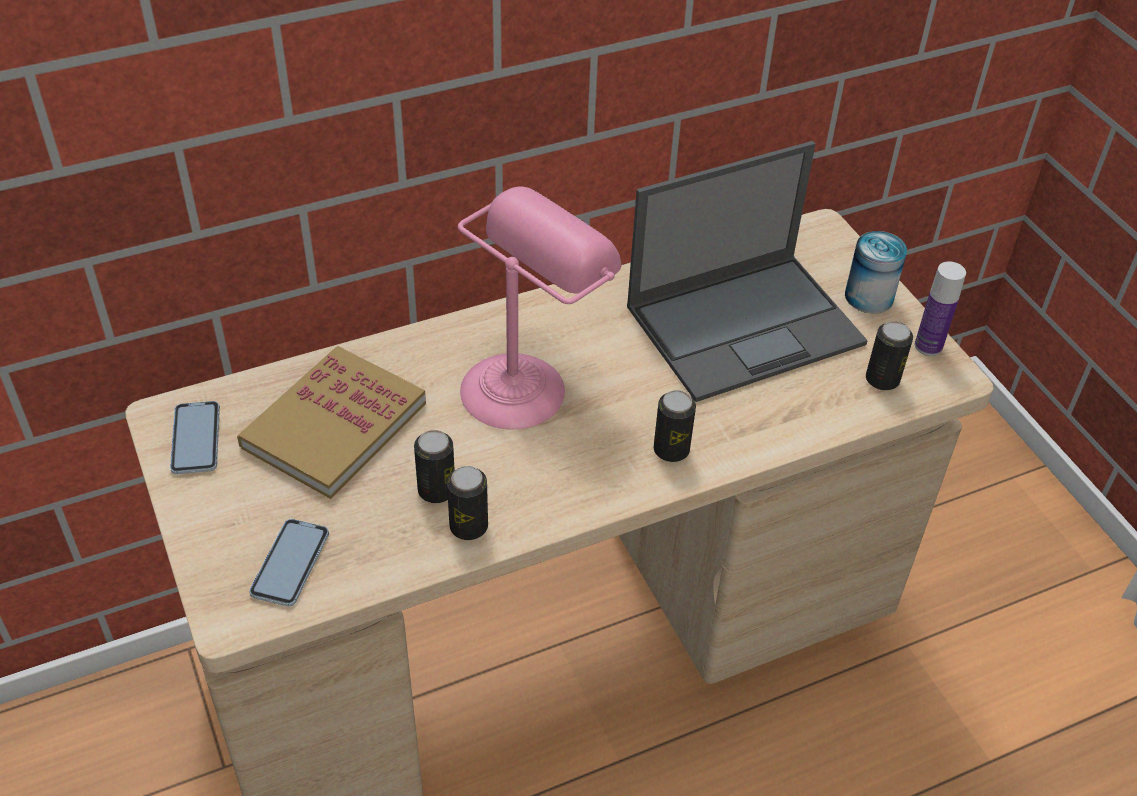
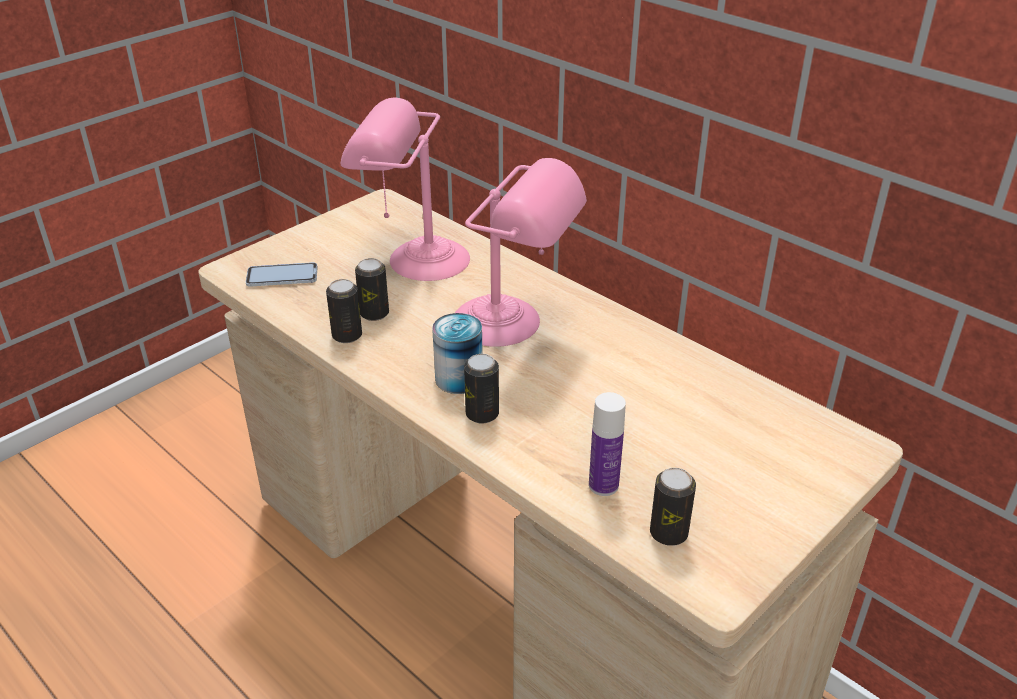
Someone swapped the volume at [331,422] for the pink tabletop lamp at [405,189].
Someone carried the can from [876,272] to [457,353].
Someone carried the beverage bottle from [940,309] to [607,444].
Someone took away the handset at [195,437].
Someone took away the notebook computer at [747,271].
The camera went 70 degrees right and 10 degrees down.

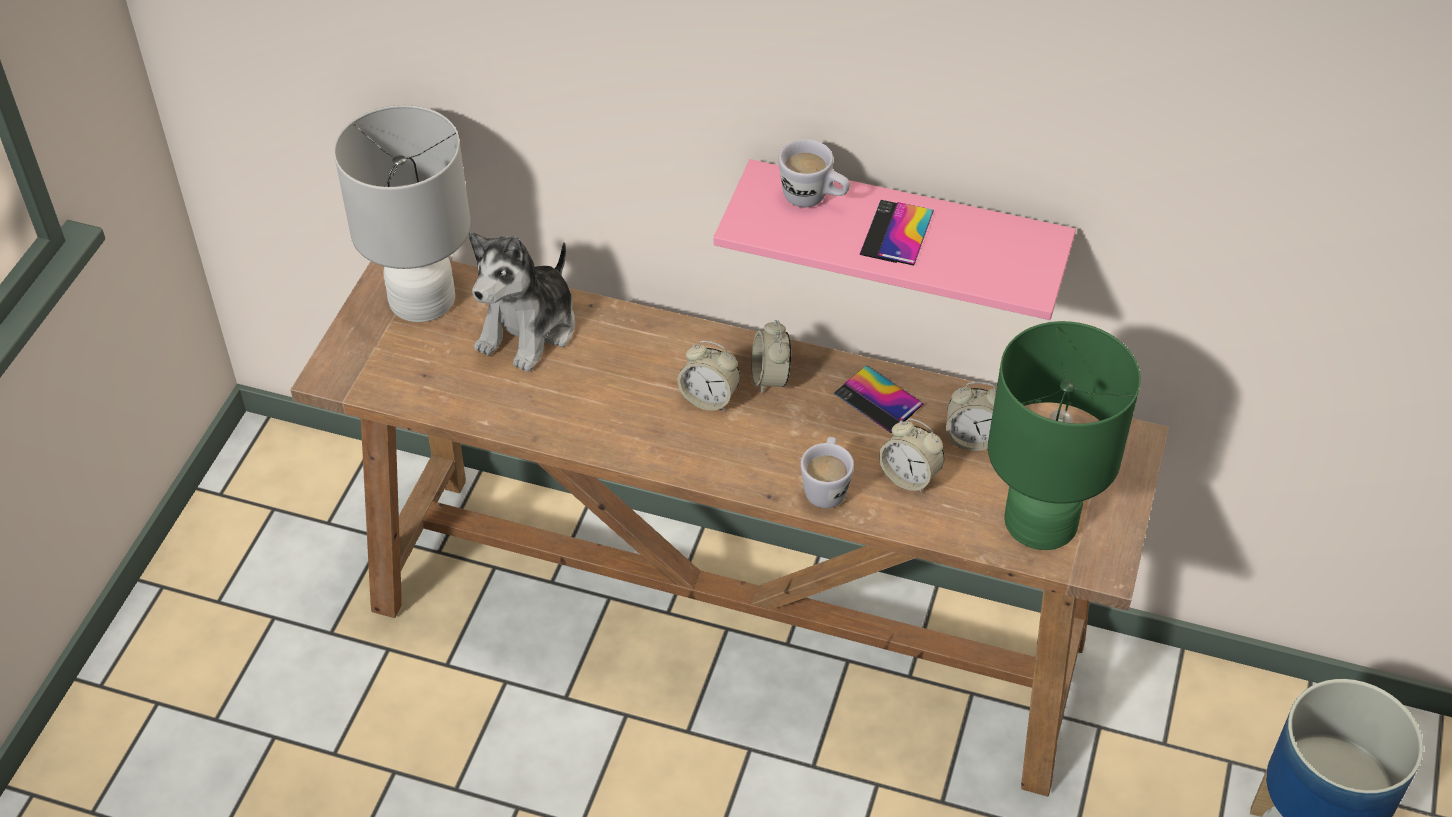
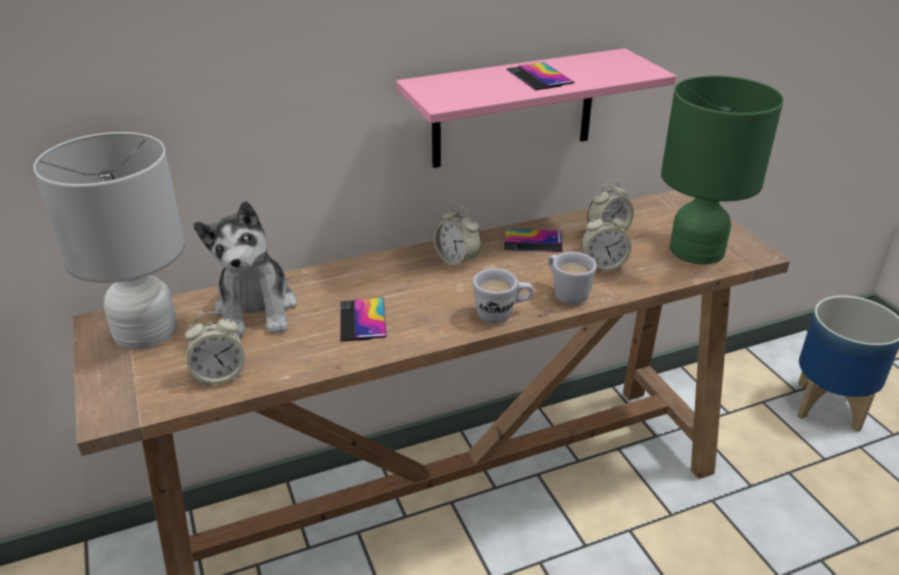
Someone carried the alarm clock from [709,376] to [215,349].
Someone put down the handset at [363,320].
Someone carried the white-coloured mug from [814,173] to [503,296].
The camera went 40 degrees left and 15 degrees down.

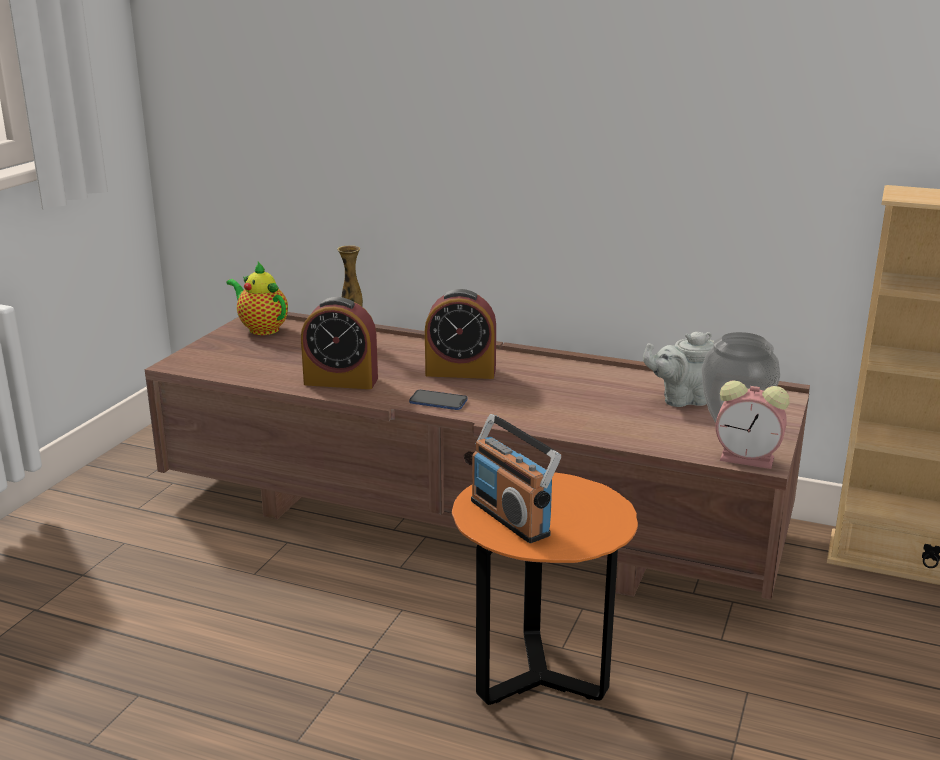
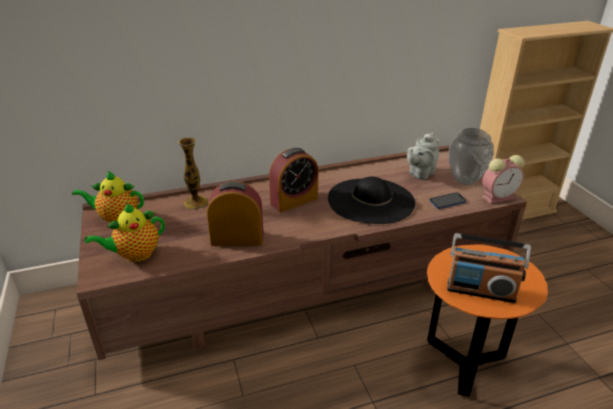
Someone put down the tea pot at [124,232].
Someone rotated the alarm clock at [339,343] by 150 degrees counterclockwise.
Someone put down the black hat at [371,200].
Someone carried the handset from [438,400] to [448,200].
The camera went 40 degrees left and 10 degrees up.

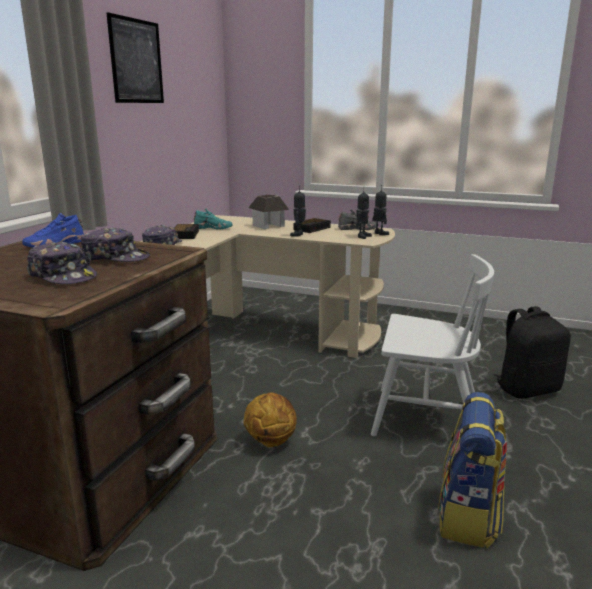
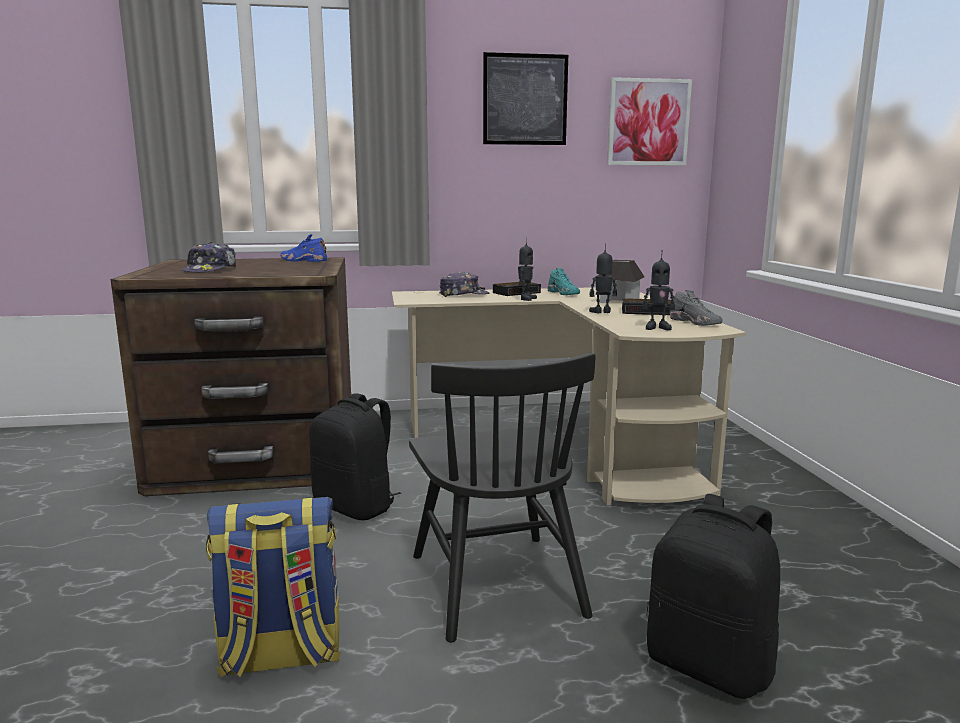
Someone swapped the ball for basketball at [270,420] for the black knapsack at [355,456].
Someone repainted the white-coloured upright chair at [432,345], which became the black upright chair at [502,498].
Someone carried the model robot from [380,210] to [527,269].
Someone put up the picture at [649,121].
Someone took away the baseball cap at [115,245].
The camera went 60 degrees right and 5 degrees down.

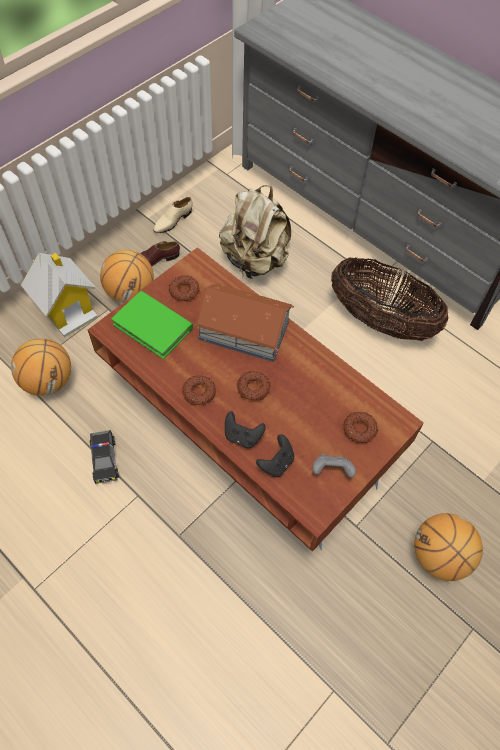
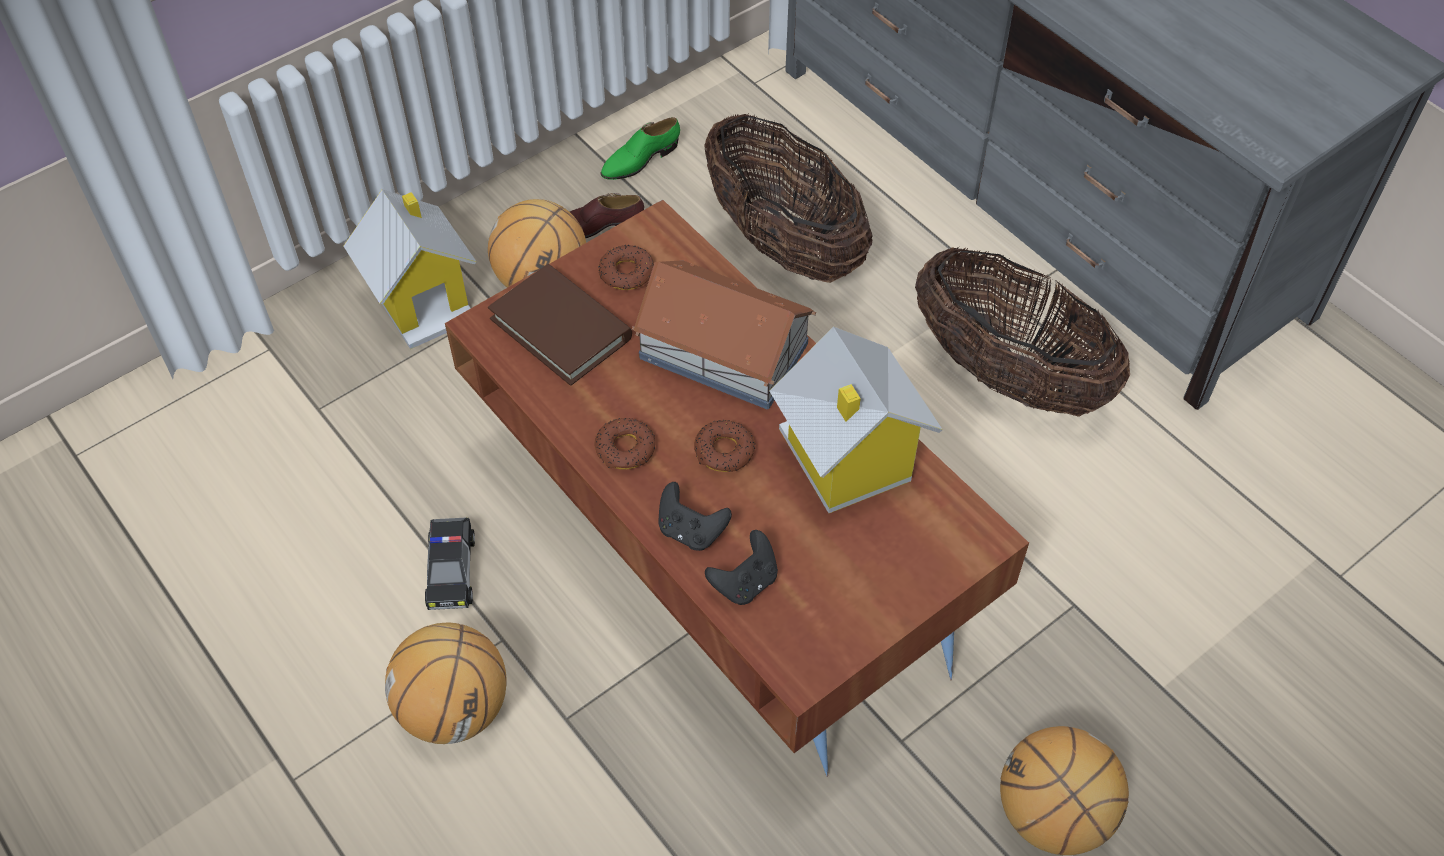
Someone carried the ball for basketball from [41,367] to [446,683].
Someone repainted the green volume at [152,325], which became the brownish volume at [560,325].
Someone repainted the beige item of footwear at [173,215], which became the green item of footwear at [640,148].
Someone swapped the beige knapsack at [255,232] for the household basket at [788,198].
Someone put down the toy house at [856,420].
Someone took away the greyish gamepad at [334,466].
Someone took away the ring doughnut at [360,427].
The camera went 10 degrees right and 5 degrees down.

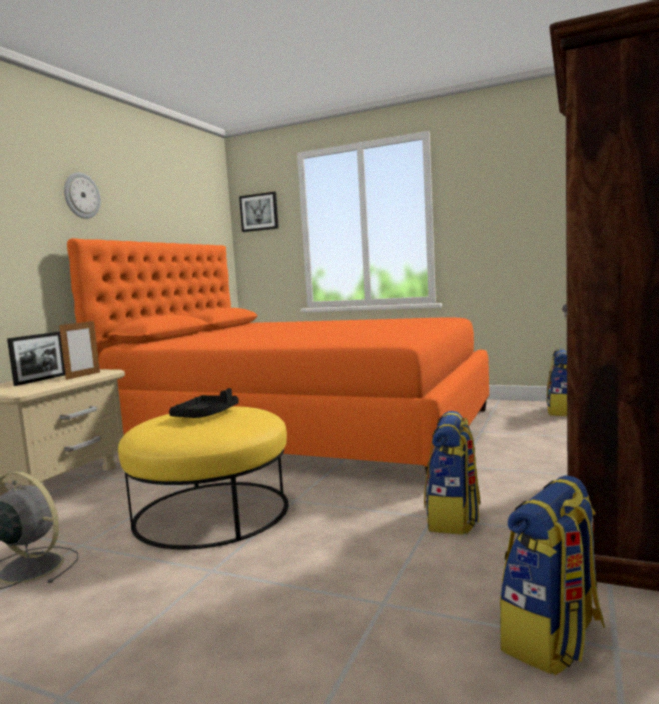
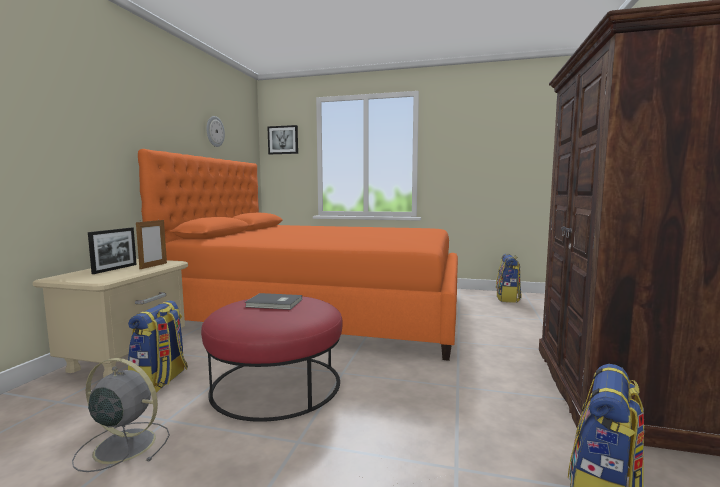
Someone carried the knapsack from [452,473] to [158,347].
Someone repainted the yellow-coloured pouffe at [203,477], which became the red-coloured pouffe at [272,359].
Someone carried the hanging clock from [82,195] to [215,131].
Someone swapped the black carrying tray at [204,403] for the greyish volume at [273,301].
The camera went 10 degrees left and 0 degrees up.

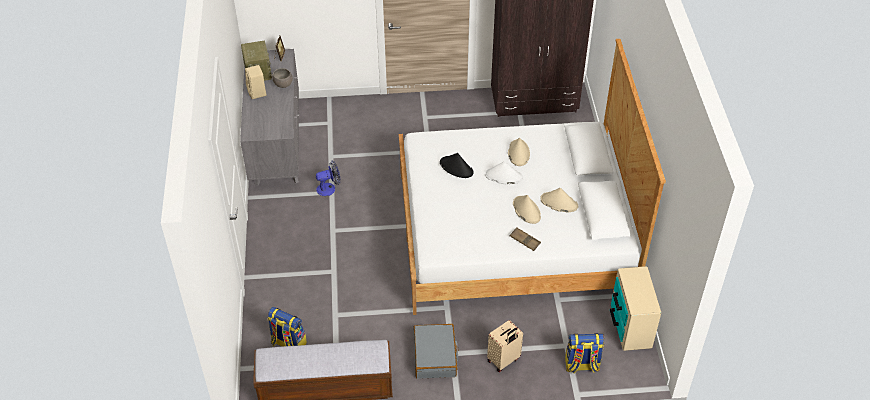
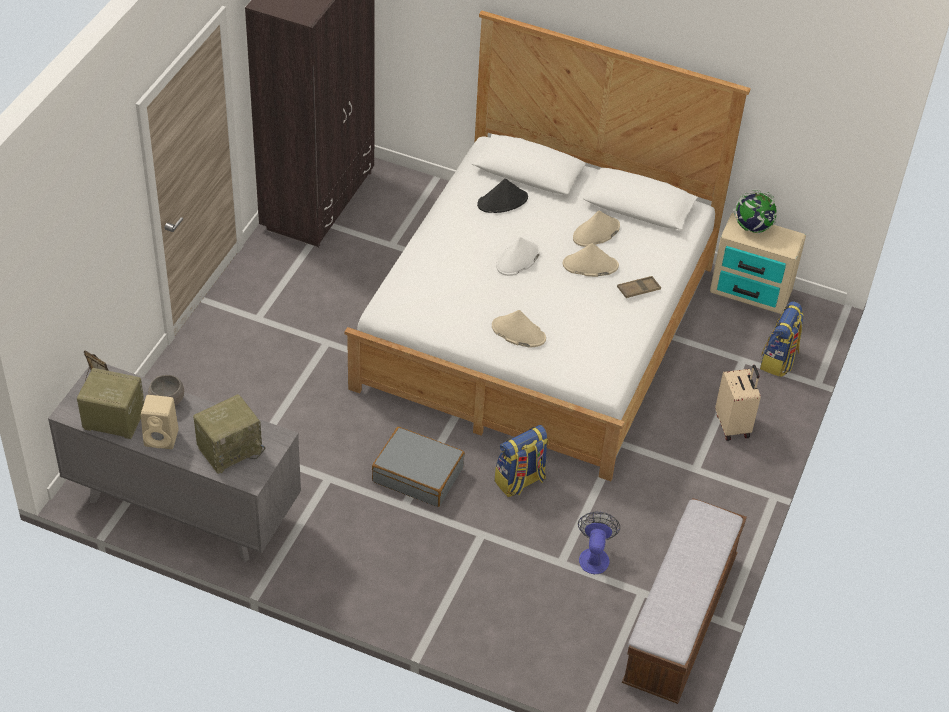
Someone put down the radio set at [229,434].
Someone carried the greyish piece of luggage from [436,351] to [418,467].
Someone carried the black hat from [456,165] to [502,195].
Someone carried the beige hat from [519,152] to [519,328].
Someone carried the knapsack from [287,327] to [522,461].
Someone carried the electric fan from [328,178] to [599,543].
Someone put down the world globe at [755,211].
The camera went 65 degrees left and 0 degrees up.

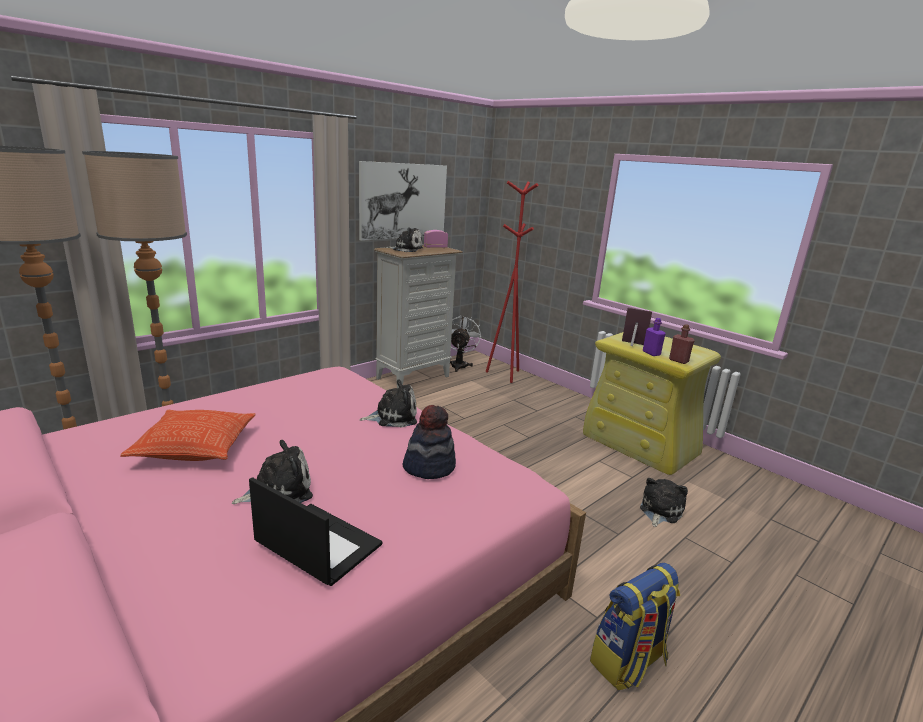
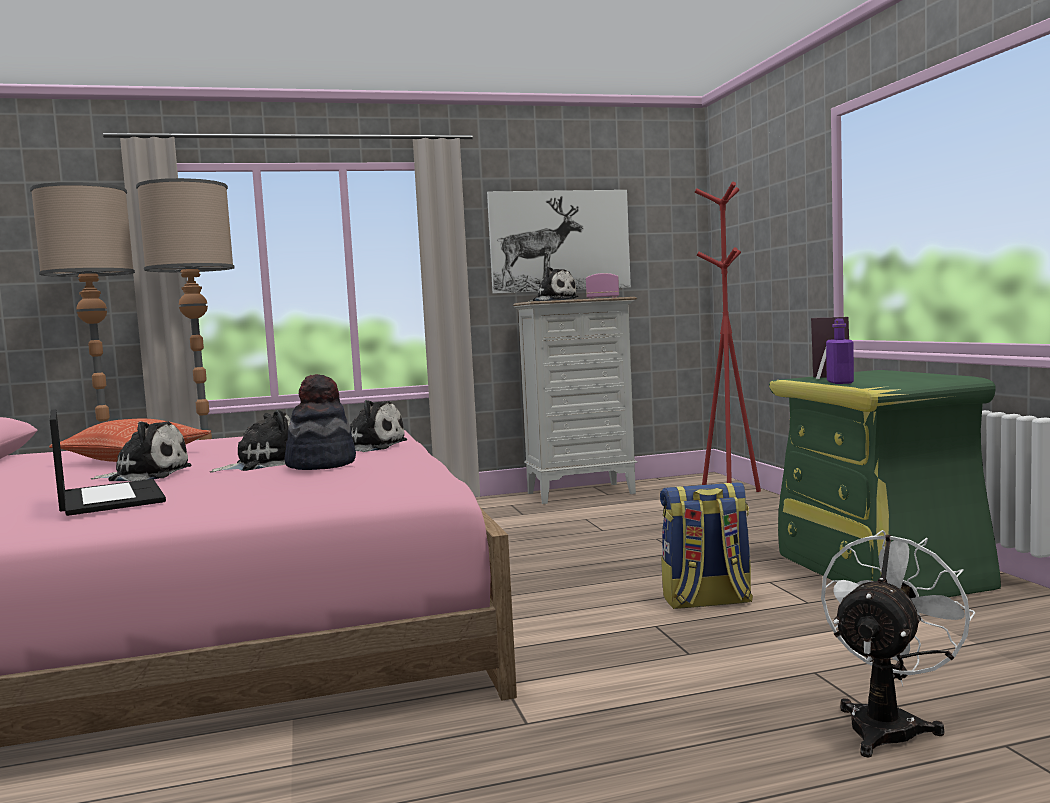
Someone carried the cuddly toy from [664,502] to [250,441].
Someone carried the knapsack from [635,626] to [706,545].
Someone repainted the yellow-coloured night table at [652,403], which became the green night table at [885,483].
Someone carried the white-coloured electric fan from [466,343] to [898,644].
Someone took away the red-coloured beverage bottle at [682,344].
The camera went 30 degrees right and 15 degrees down.

